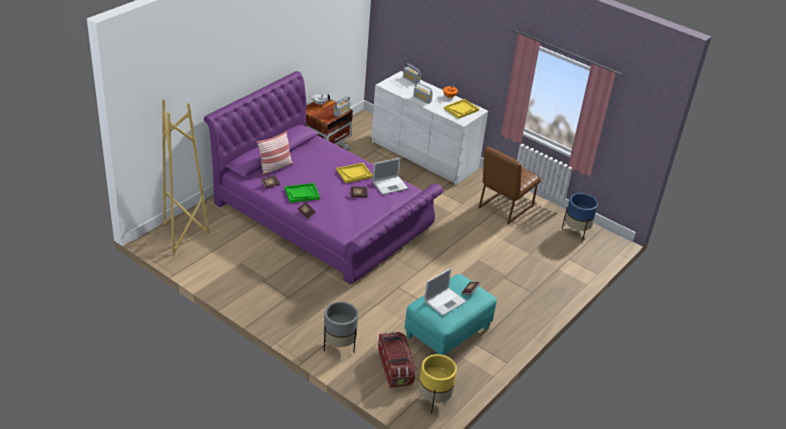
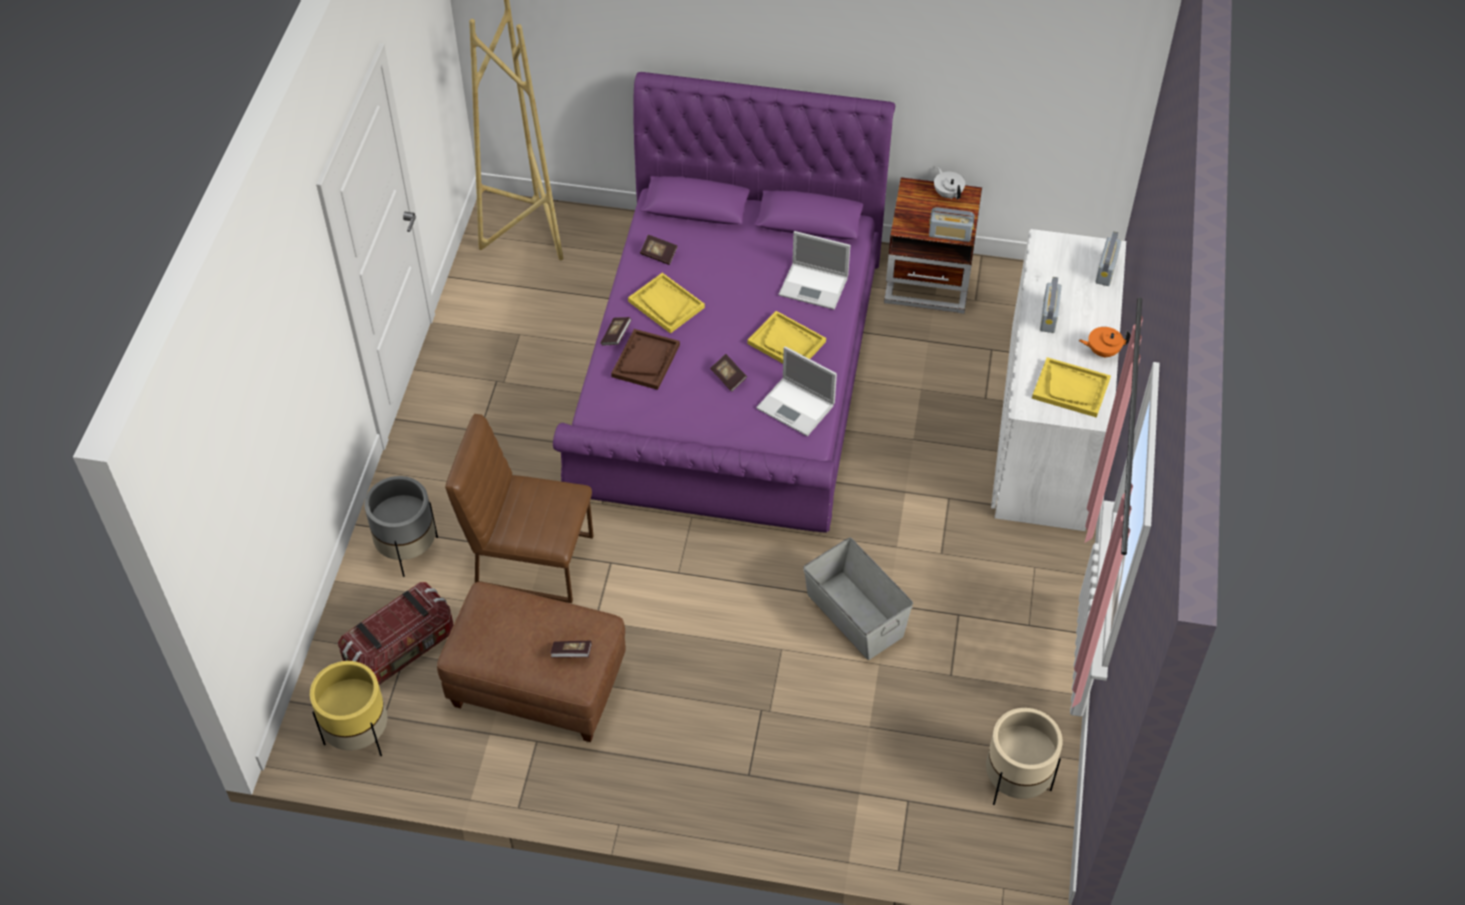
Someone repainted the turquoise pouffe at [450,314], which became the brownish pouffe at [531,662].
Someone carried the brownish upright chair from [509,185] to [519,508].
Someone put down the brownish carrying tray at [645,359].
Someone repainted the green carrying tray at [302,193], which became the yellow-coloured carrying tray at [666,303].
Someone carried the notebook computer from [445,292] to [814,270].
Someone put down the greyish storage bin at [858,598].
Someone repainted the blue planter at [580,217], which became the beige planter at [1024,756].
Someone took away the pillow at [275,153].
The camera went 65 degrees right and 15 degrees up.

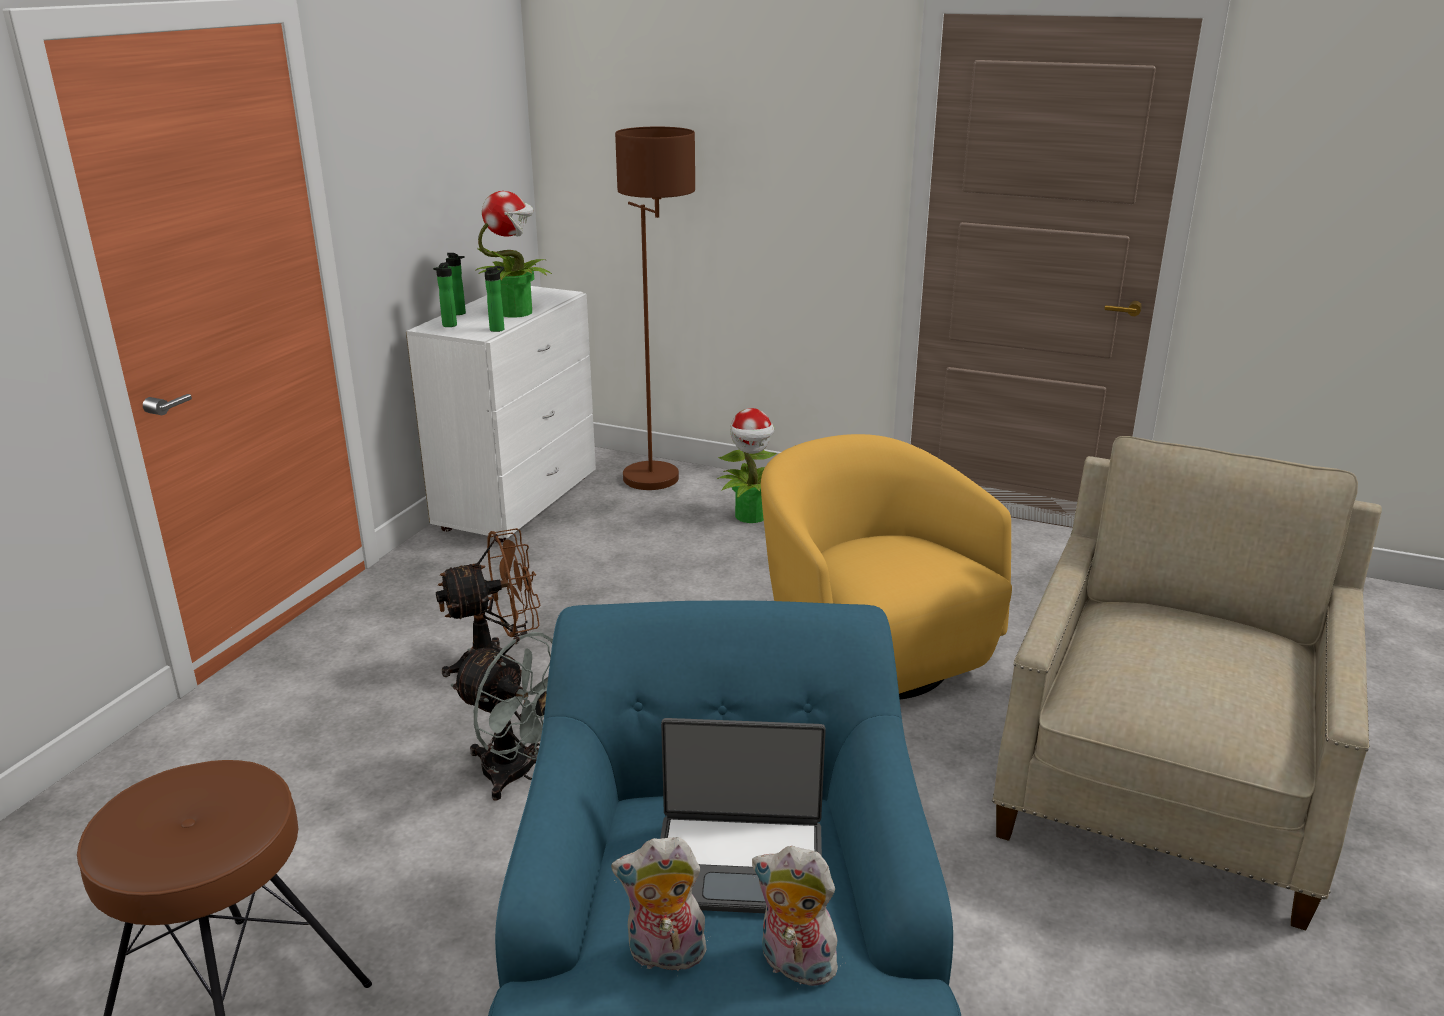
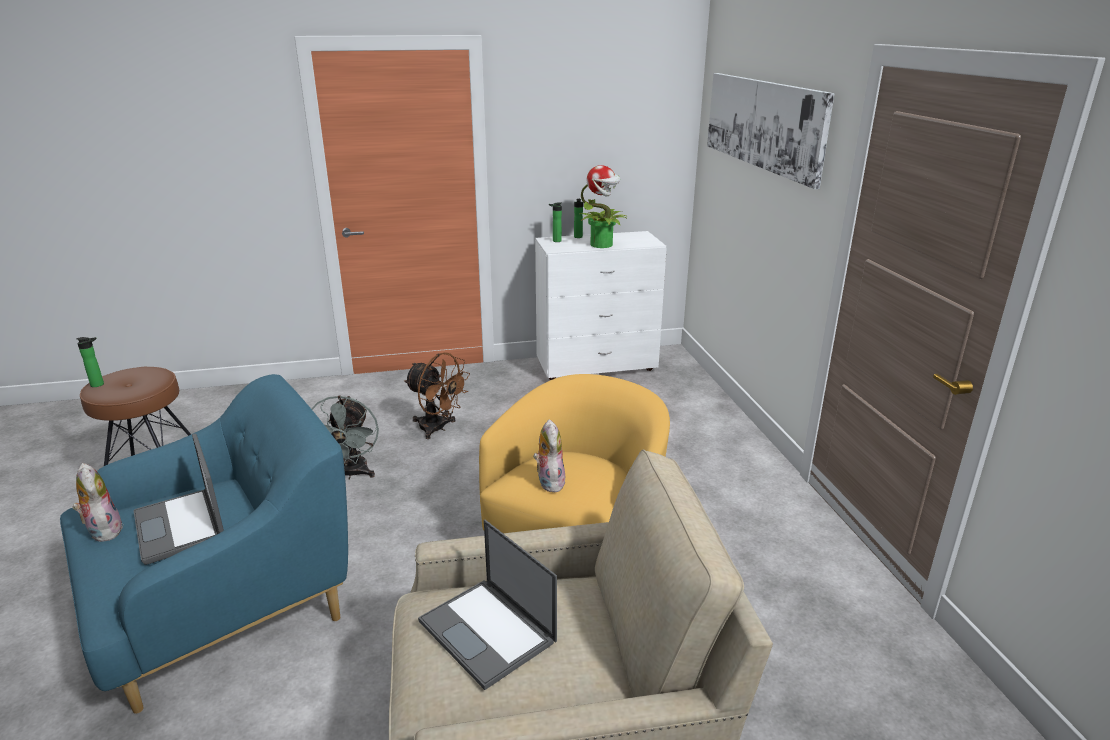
Someone carried the beverage bottle from [494,299] to [90,362].
Someone put down the notebook computer at [487,605].
Someone carried the cuddly toy from [796,916] to [549,455].
Someone put up the picture at [771,131].
Someone took away the brownish standard lamp at [655,308].
Someone took away the potted plant at [747,465].
The camera went 55 degrees right and 0 degrees up.

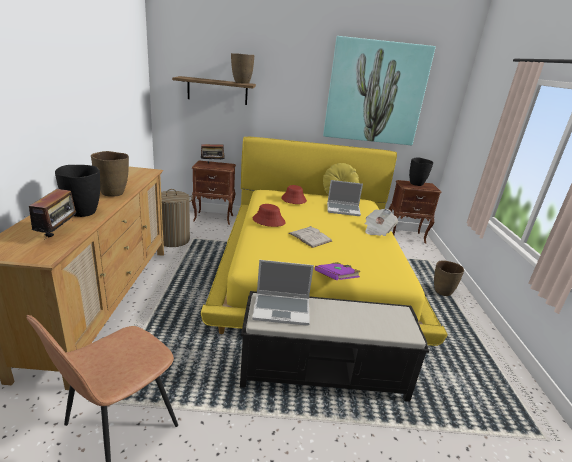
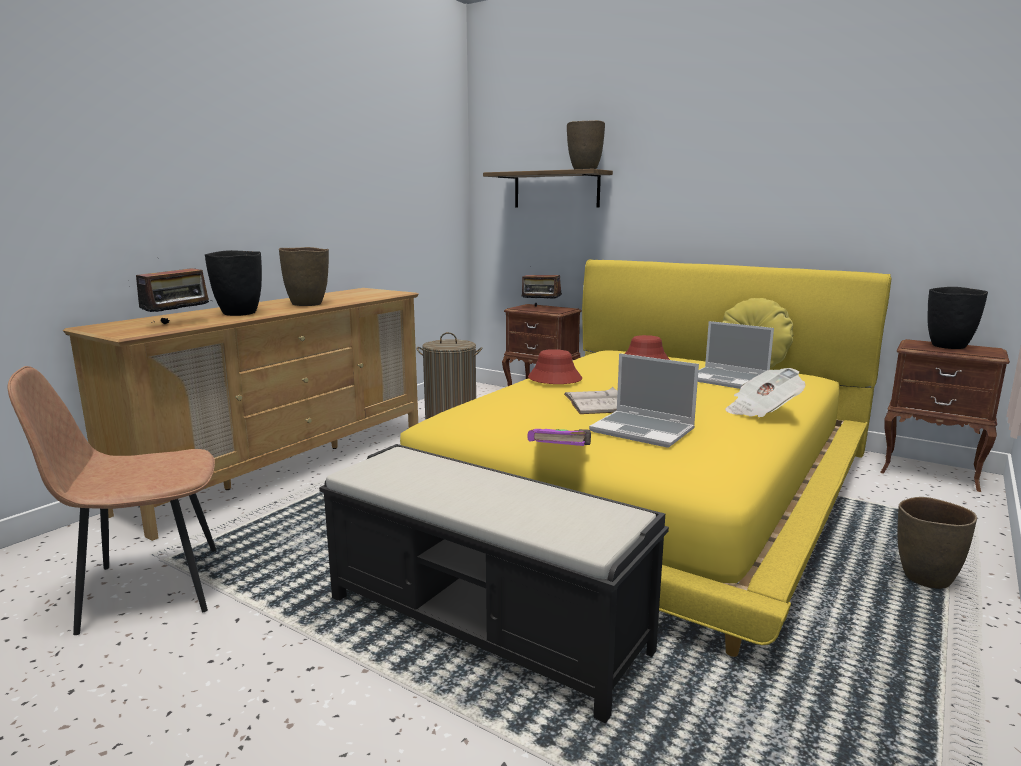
Someone carried the notebook computer from [283,292] to [644,400].
Someone took away the picture at [379,90].
The camera went 35 degrees right and 10 degrees down.

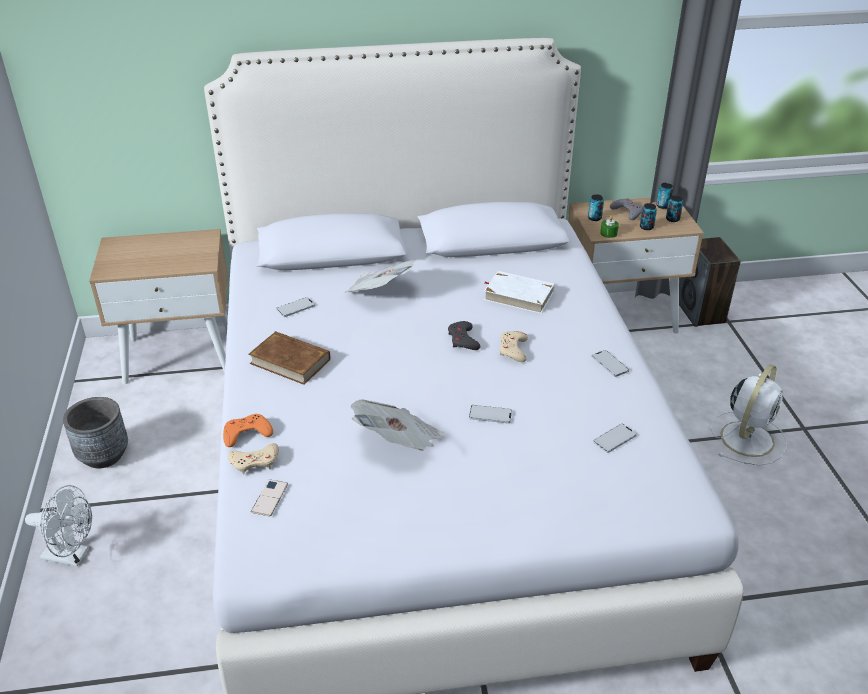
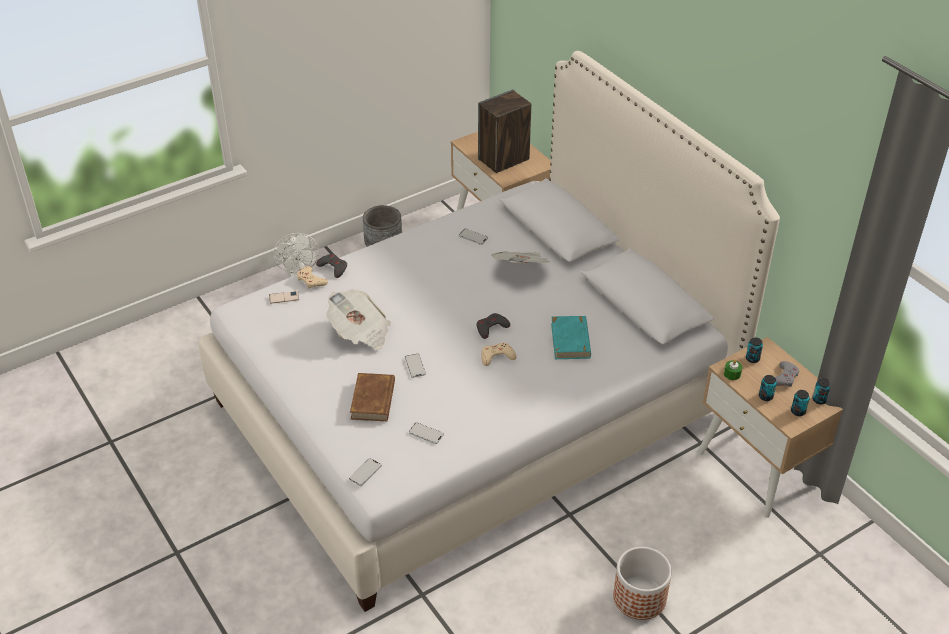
Someone repainted the orange gamepad at [248,430], which became the greyish gamepad at [331,266].
Someone carried the handset from [610,363] to [365,472].
Someone carried the brownish volume from [289,358] to [372,397].
Someone carried the audio speaker from [710,282] to [504,131].
Someone repainted the white-coloured volume at [519,292], which became the turquoise volume at [571,337].
Someone swapped the white-coloured electric fan at [749,415] for the planter at [642,583].
The camera went 65 degrees right and 5 degrees up.

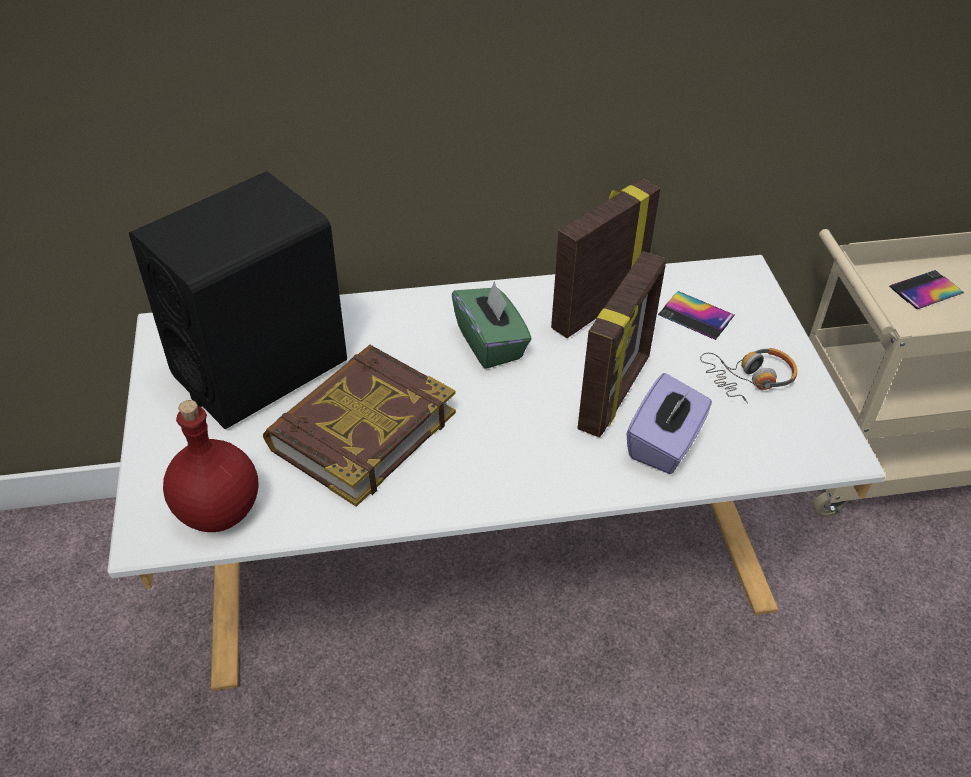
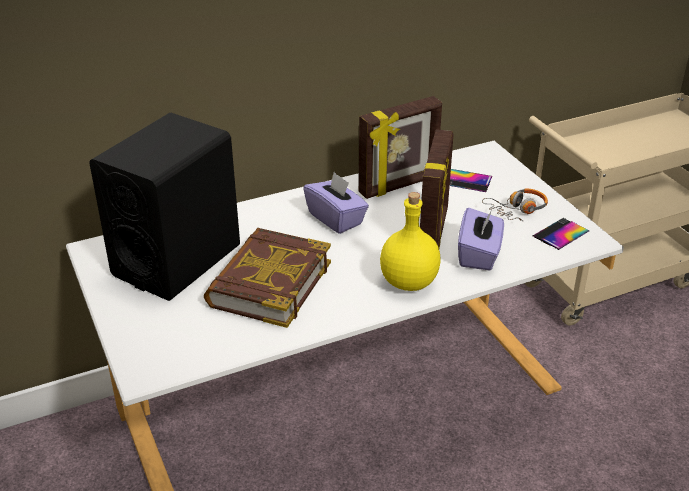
Someone repainted the green tissue holder at [492,325], which became the purplish tissue holder at [336,203].
Someone rotated the photo frame at [605,258] by 150 degrees counterclockwise.
Someone put down the yellow-coloured beverage bottle at [410,241].
Someone carried the handset from [926,289] to [561,234].
Someone took away the red-coloured beverage bottle at [211,466].
The camera went 15 degrees left and 10 degrees down.

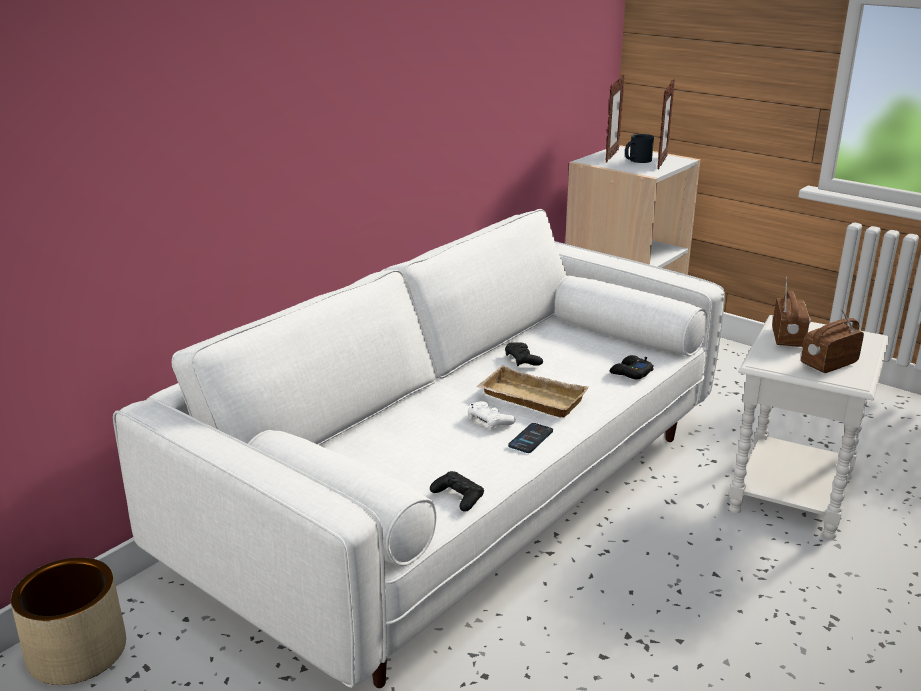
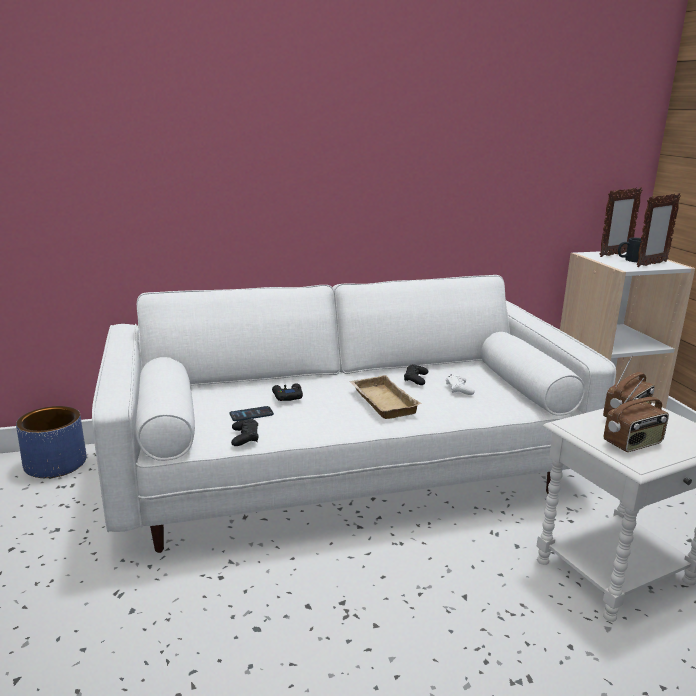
Someone repainted the beige planter at [68,621], which became the blue planter at [51,442].
Someone carried the handset from [530,438] to [251,413].
Someone carried the black gamepad from [632,367] to [287,392].
Someone carried the white-coloured gamepad from [492,415] to [460,384].
Someone rotated the radio set at [832,340] by 150 degrees clockwise.
The camera went 35 degrees right and 5 degrees down.

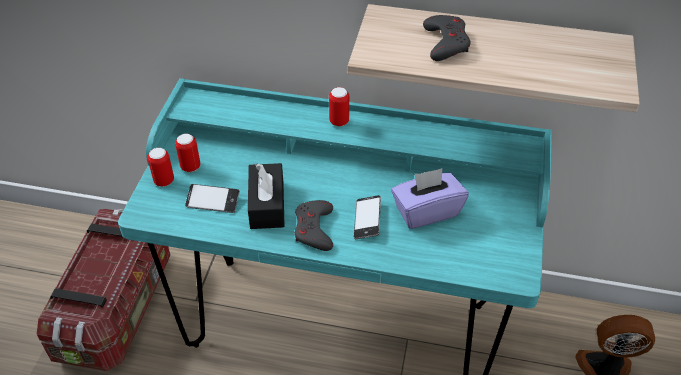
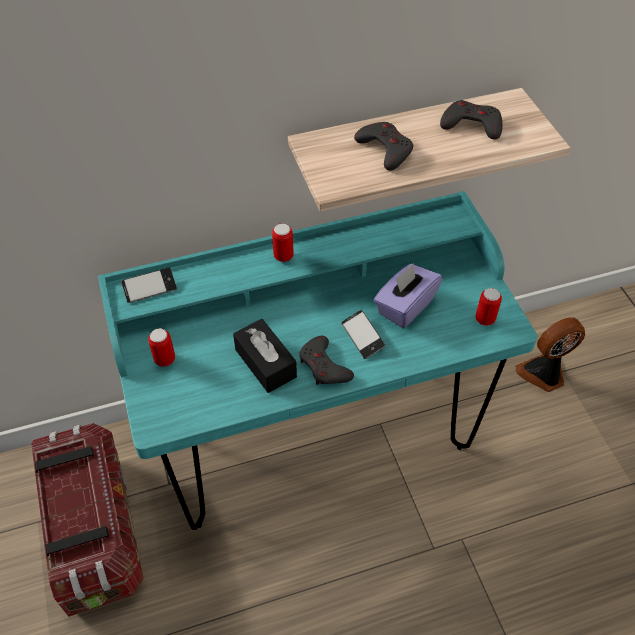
Someone carried the handset from [212,198] to [149,285].
Someone put down the greyish gamepad at [471,119].
Someone carried the can from [161,167] to [488,307].
The camera went 30 degrees left and 5 degrees up.

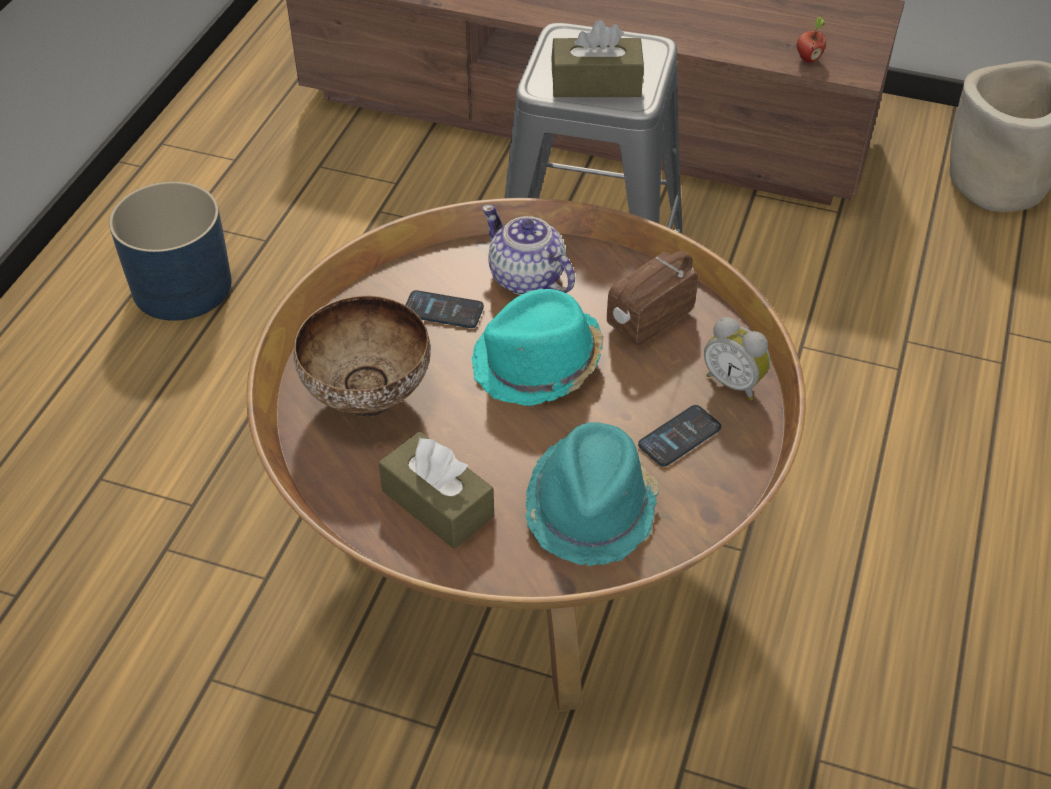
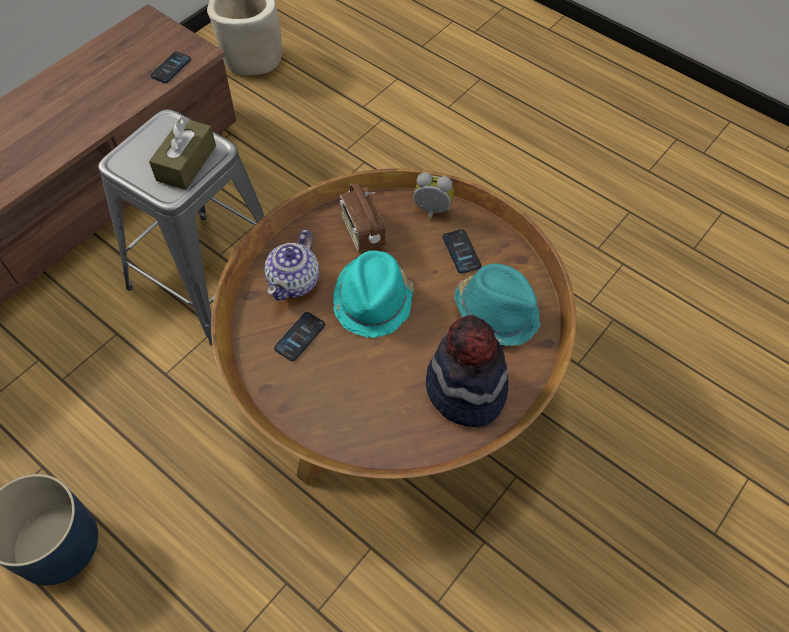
Someone swapped the apple fruit at [811,39] for the handset at [170,67].
Someone rotated the tea pot at [528,250] by 45 degrees counterclockwise.
Someone rotated the alarm clock at [737,358] by 135 degrees counterclockwise.
Someone swapped the brownish tissue holder at [436,490] for the hat at [467,371].
Someone took away the serving bowl at [362,356].
The camera went 70 degrees left and 10 degrees up.

